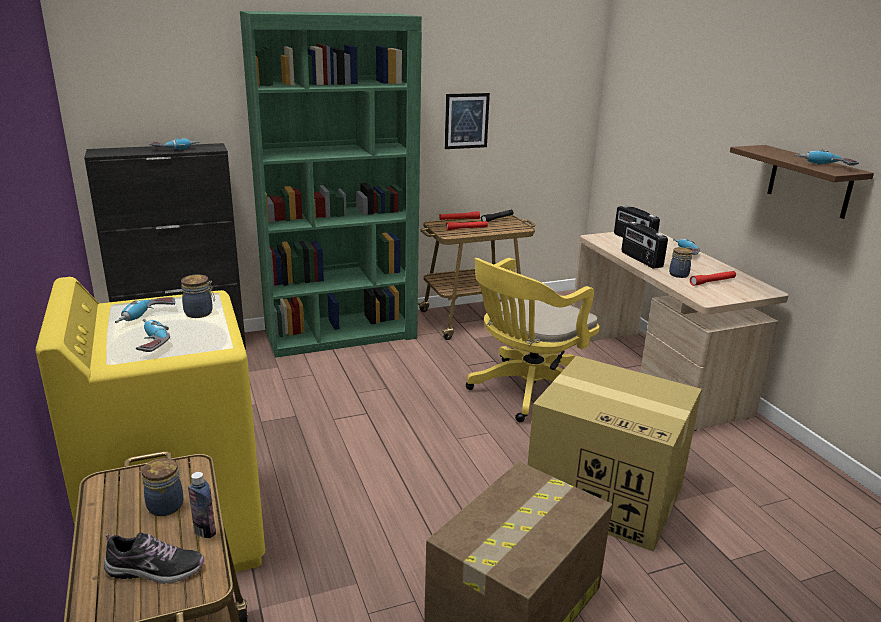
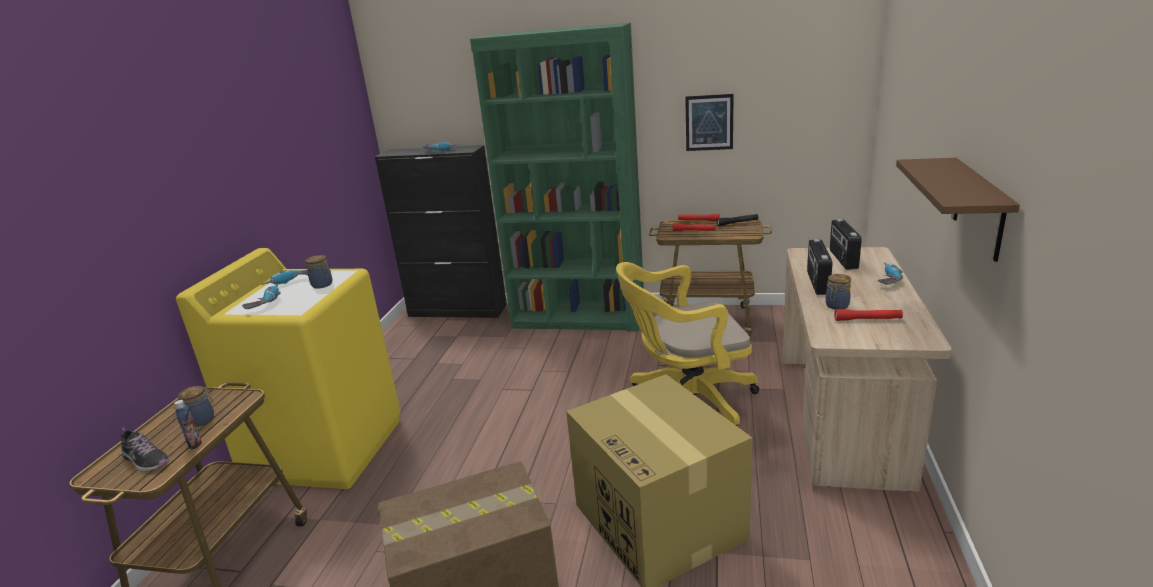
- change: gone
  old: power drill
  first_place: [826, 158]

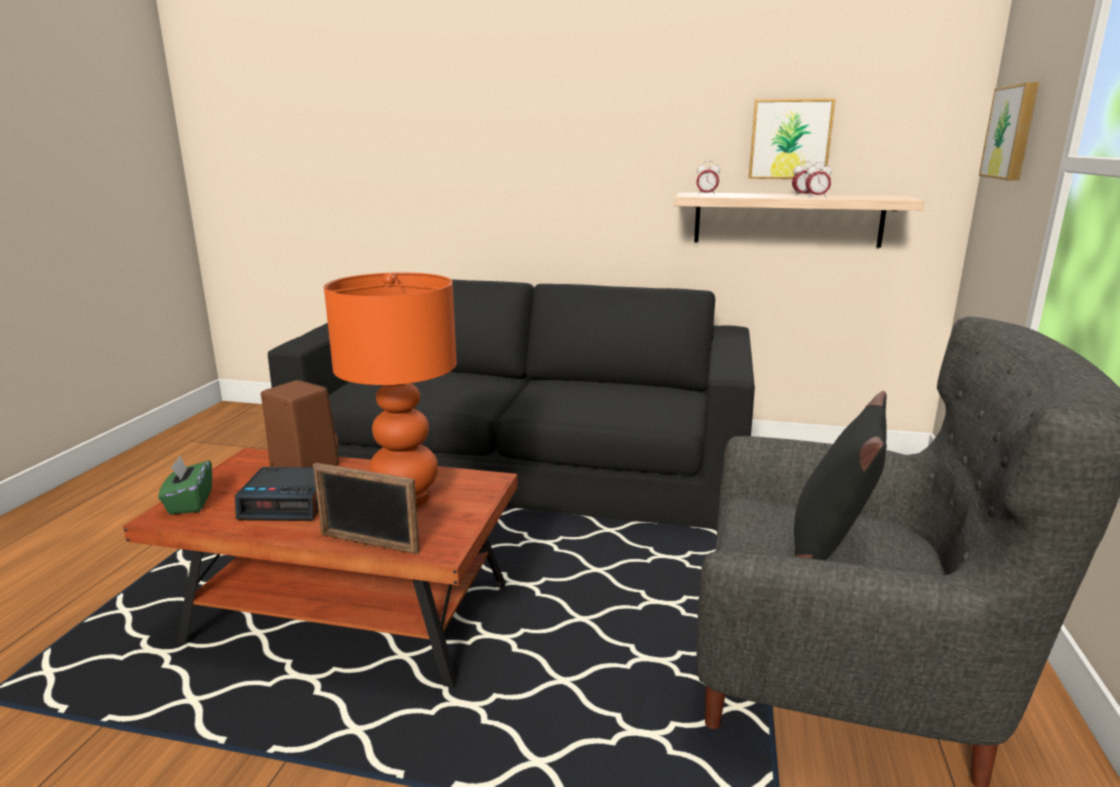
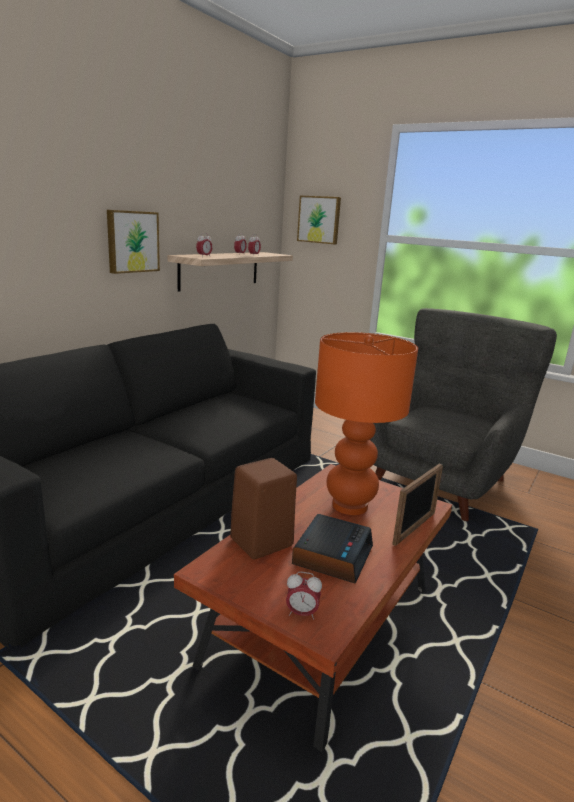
- change: swapped
  old: tissue box (green)
  new: alarm clock
  first_place: [185, 485]
  second_place: [304, 595]
- change: shifted
  old: picture
  first_place: [791, 139]
  second_place: [133, 242]
- change: gone
  old: pillow (black)
  first_place: [840, 475]

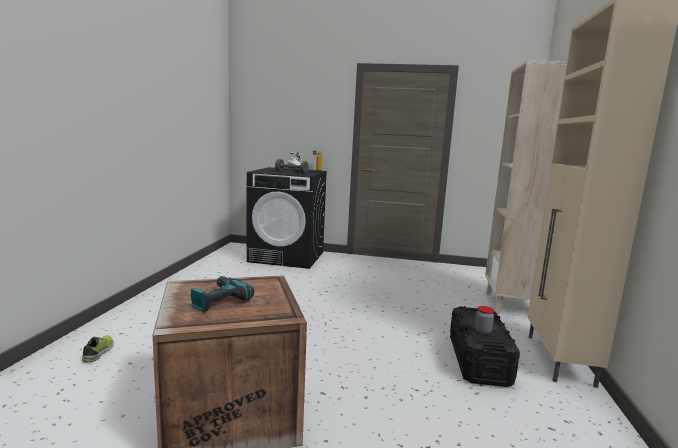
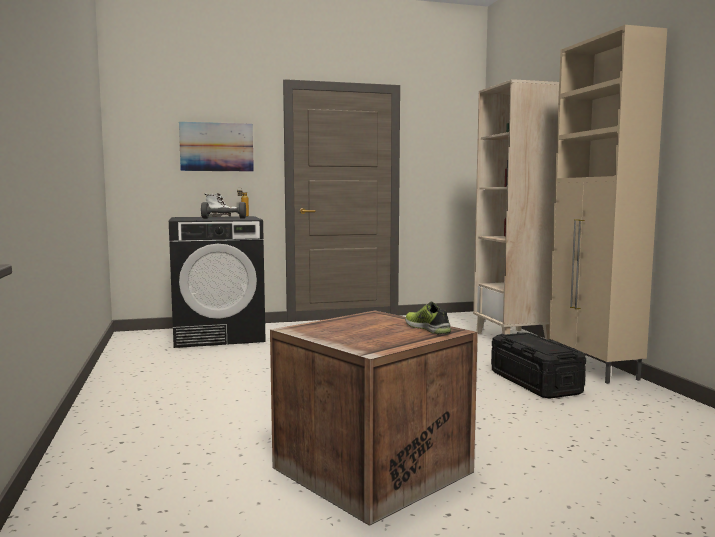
- change: shifted
  old: shoe
  first_place: [98, 349]
  second_place: [428, 318]
- change: gone
  old: power drill
  first_place: [222, 294]
- change: gone
  old: jar
  first_place: [484, 320]
- change: new
  new: picture
  second_place: [216, 146]

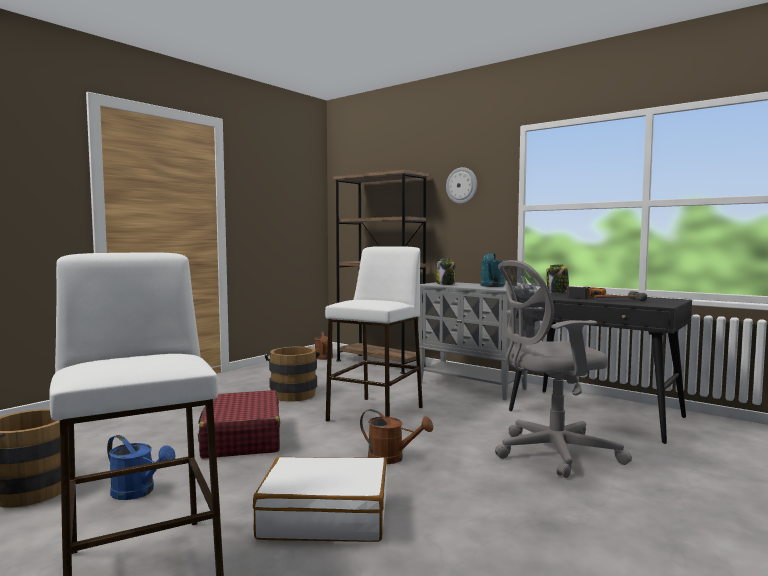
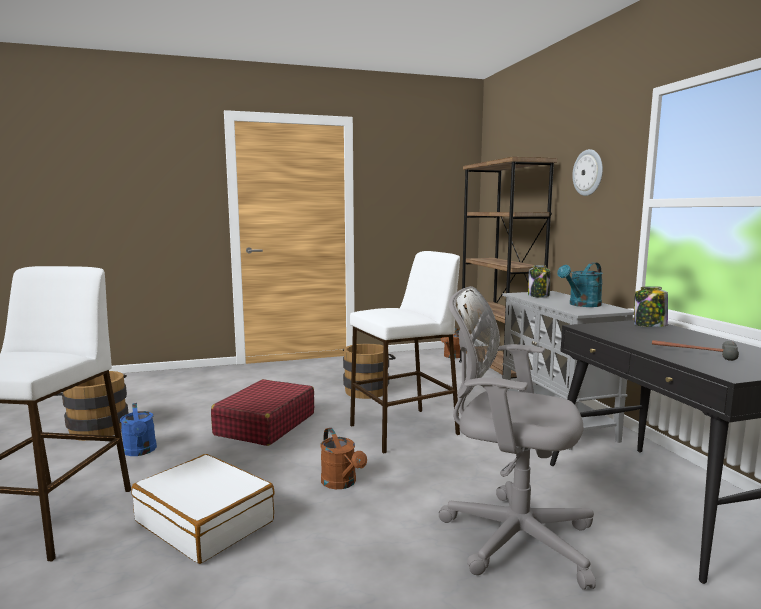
- change: gone
  old: power drill
  first_place: [586, 292]

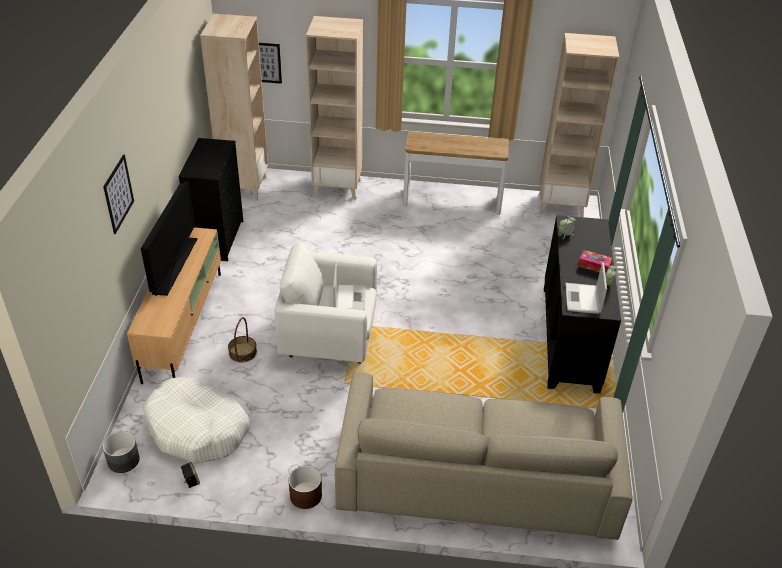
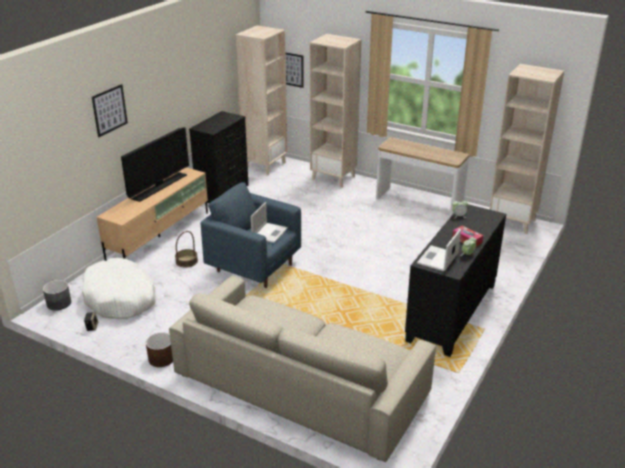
- change: repainted
  old: armchair (white)
  new: armchair (blue)
  first_place: [326, 303]
  second_place: [251, 235]

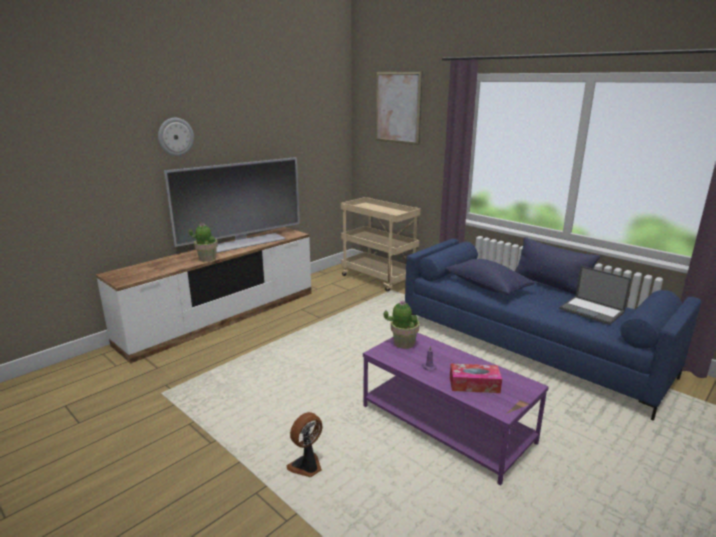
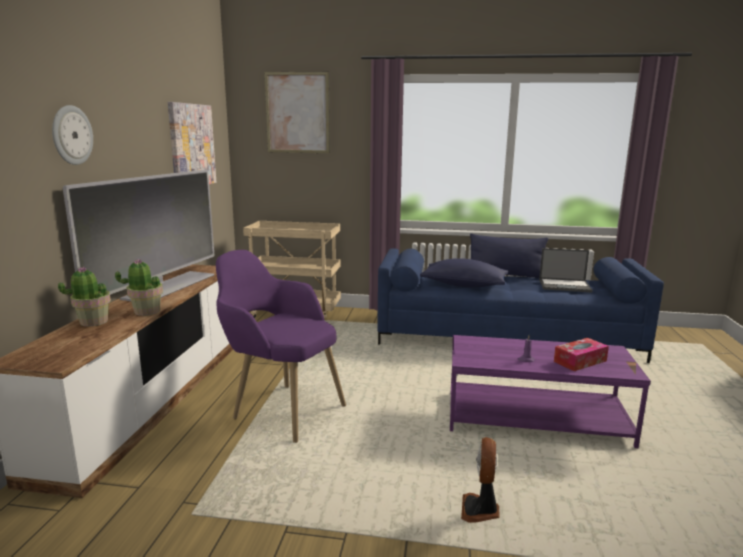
- change: shifted
  old: potted plant
  first_place: [402, 325]
  second_place: [84, 296]
- change: new
  new: picture
  second_place: [192, 143]
- change: new
  new: armchair (purple)
  second_place: [281, 346]

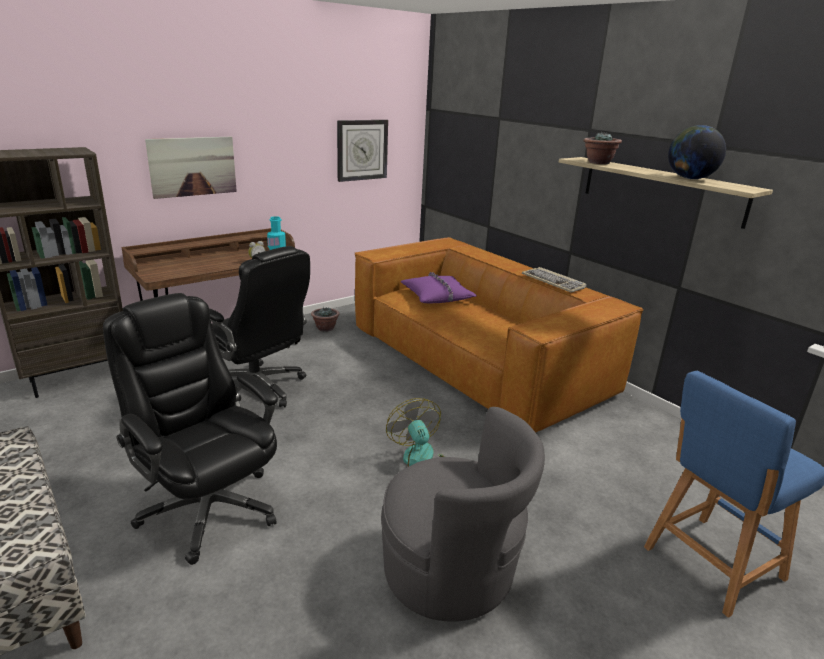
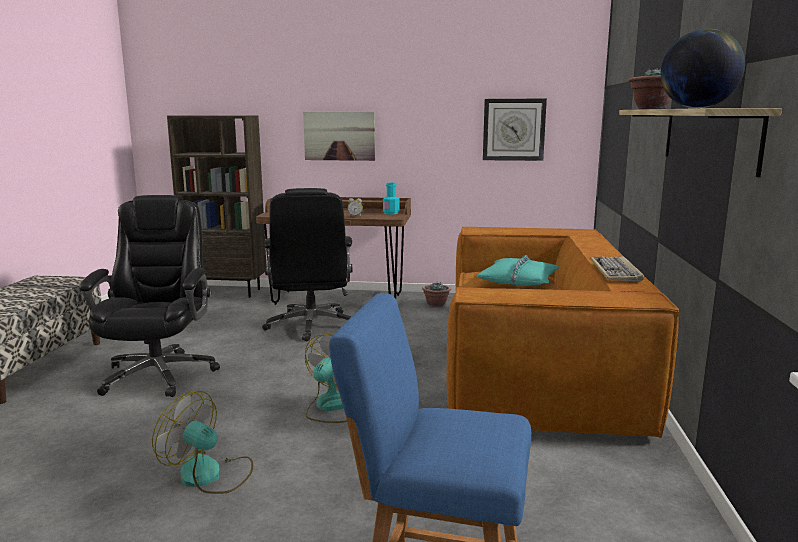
- change: swapped
  old: armchair (grey)
  new: fan
  first_place: [463, 514]
  second_place: [202, 442]
- change: repainted
  old: pillow (purple)
  new: pillow (turquoise)
  first_place: [439, 287]
  second_place: [518, 270]

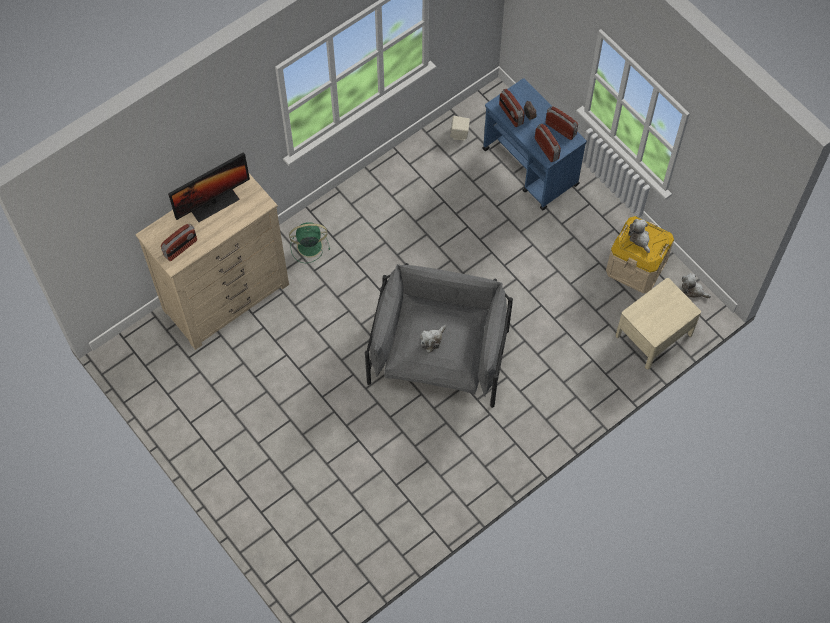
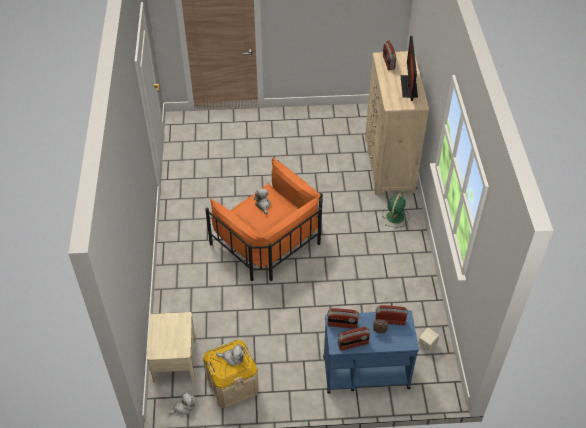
- change: repainted
  old: armchair (grey)
  new: armchair (orange)
  first_place: [439, 335]
  second_place: [264, 219]

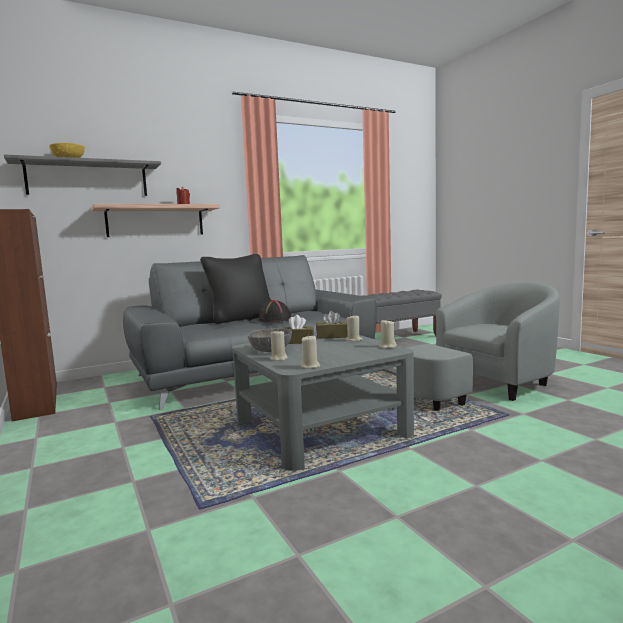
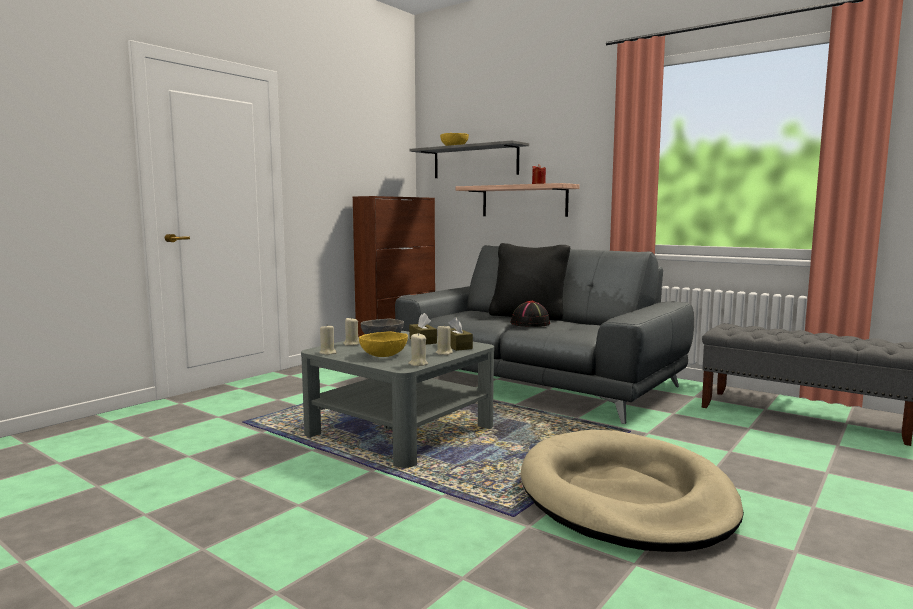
- change: swapped
  old: armchair (grey)
  new: dog bed (beige)
  first_place: [483, 346]
  second_place: [632, 490]
- change: new
  new: bowl (yellow)
  second_place: [383, 344]

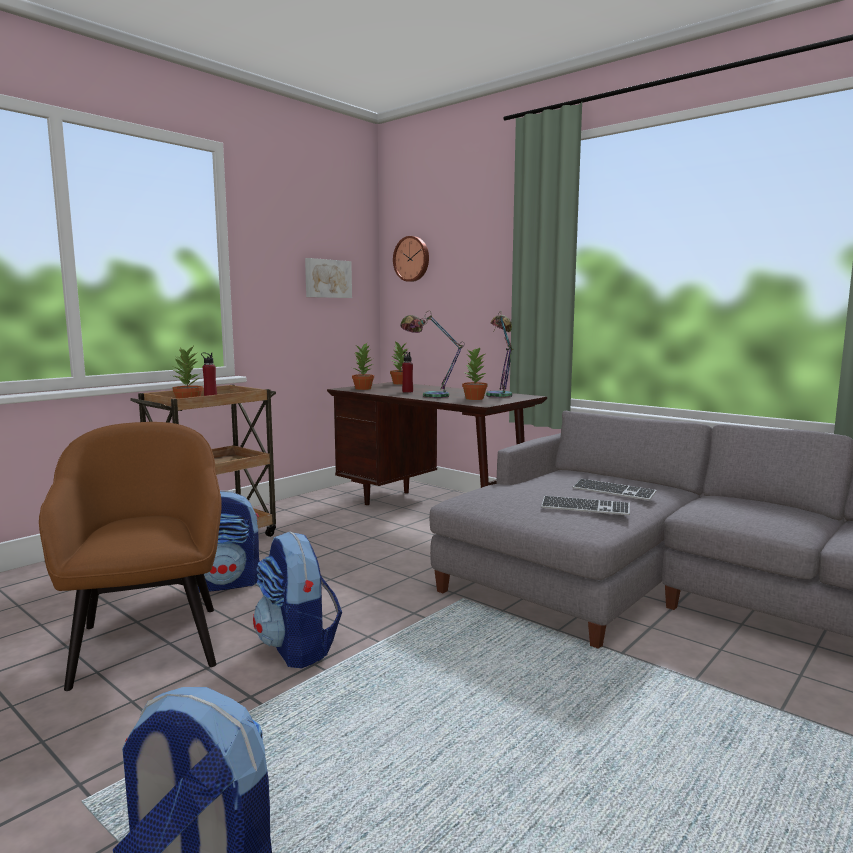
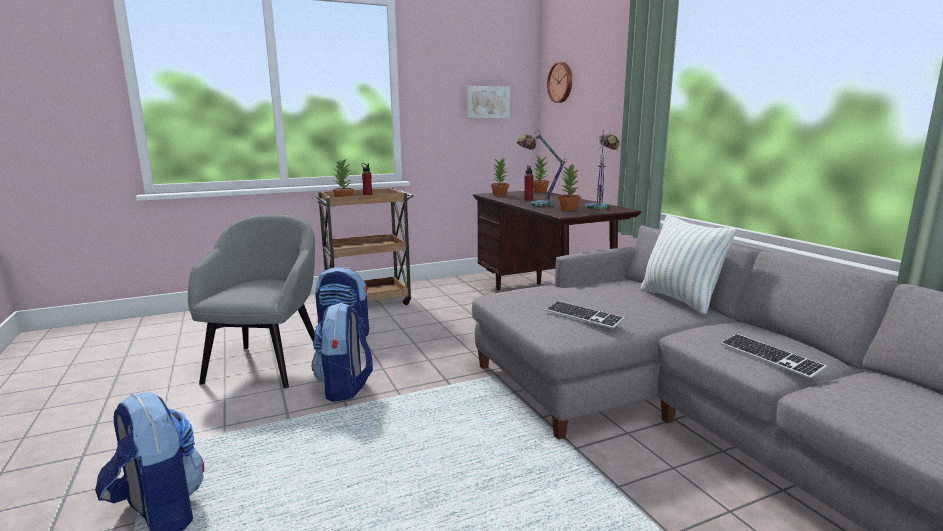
- change: repainted
  old: armchair (brown)
  new: armchair (grey)
  first_place: [130, 556]
  second_place: [251, 301]
- change: shifted
  old: keyboard
  first_place: [615, 490]
  second_place: [774, 356]
- change: new
  new: pillow
  second_place: [688, 265]

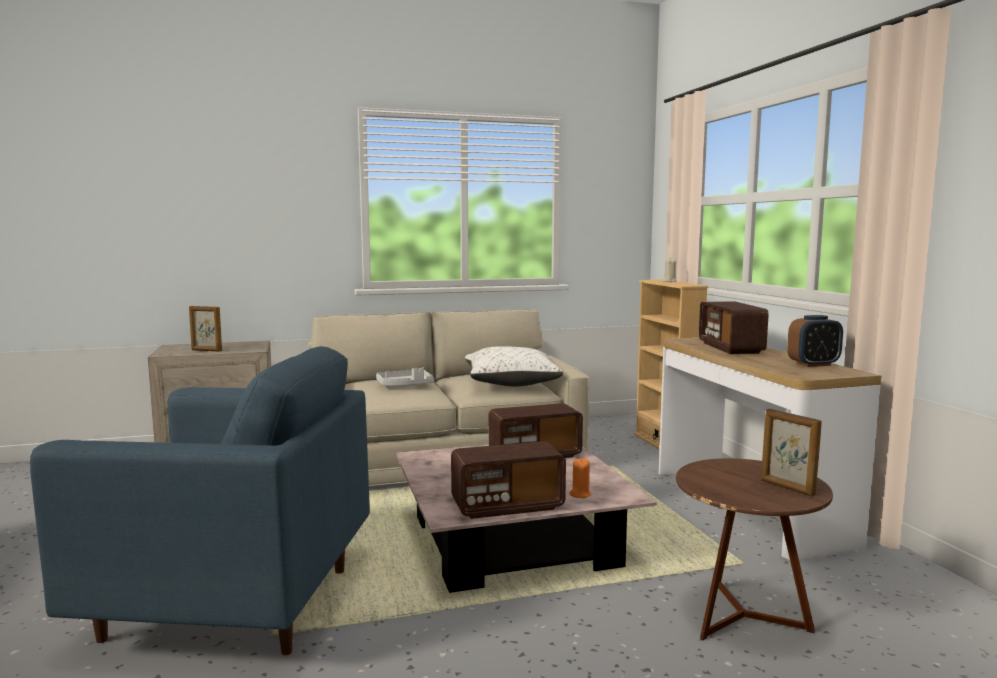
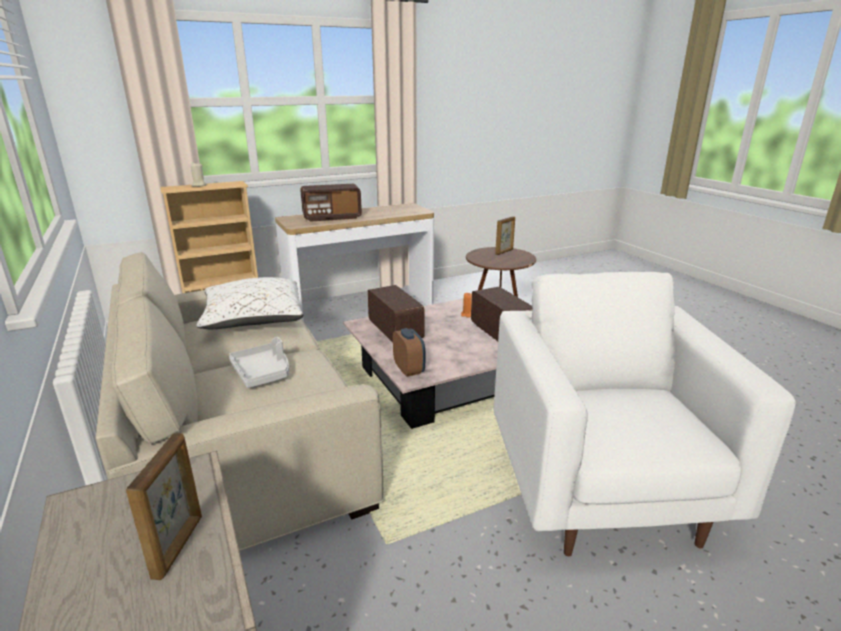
- change: repainted
  old: armchair (blue)
  new: armchair (white)
  first_place: [200, 500]
  second_place: [645, 414]
- change: shifted
  old: alarm clock
  first_place: [815, 341]
  second_place: [409, 352]

